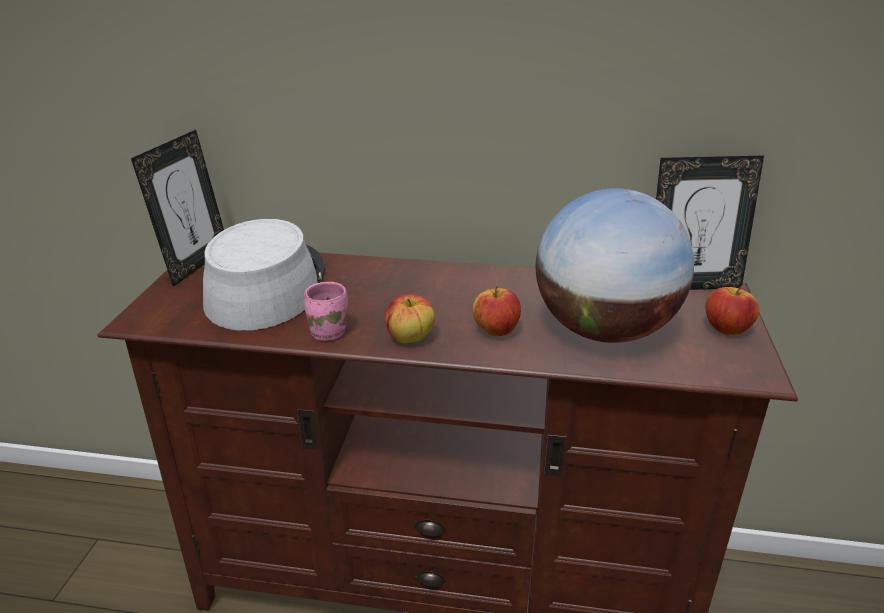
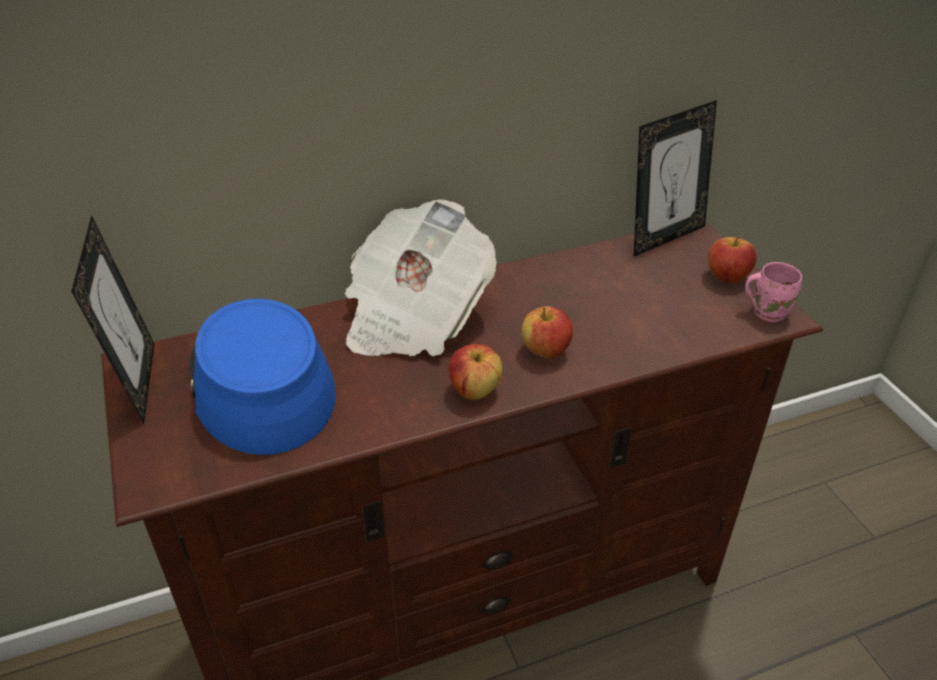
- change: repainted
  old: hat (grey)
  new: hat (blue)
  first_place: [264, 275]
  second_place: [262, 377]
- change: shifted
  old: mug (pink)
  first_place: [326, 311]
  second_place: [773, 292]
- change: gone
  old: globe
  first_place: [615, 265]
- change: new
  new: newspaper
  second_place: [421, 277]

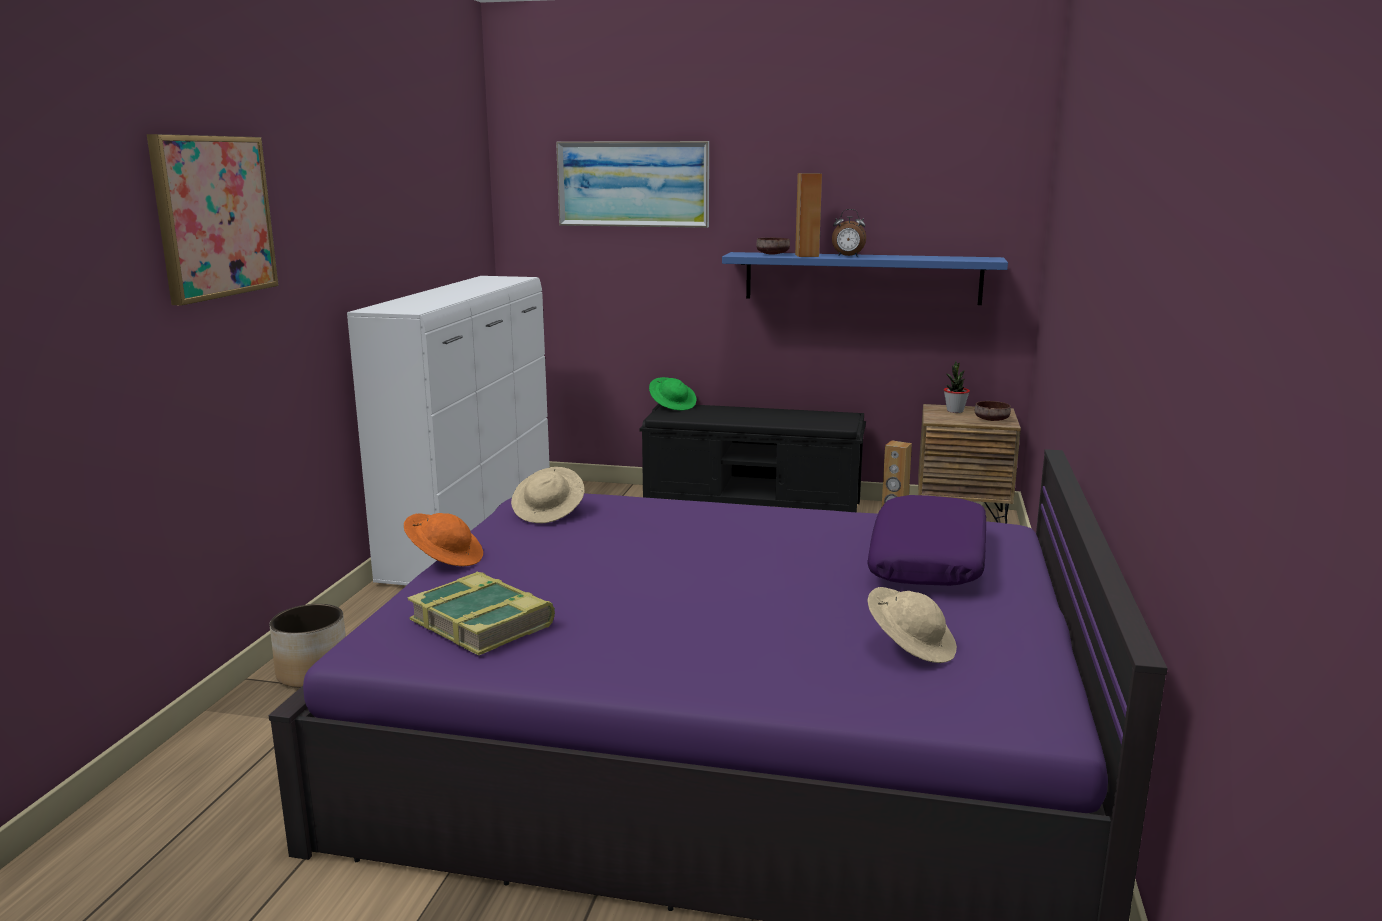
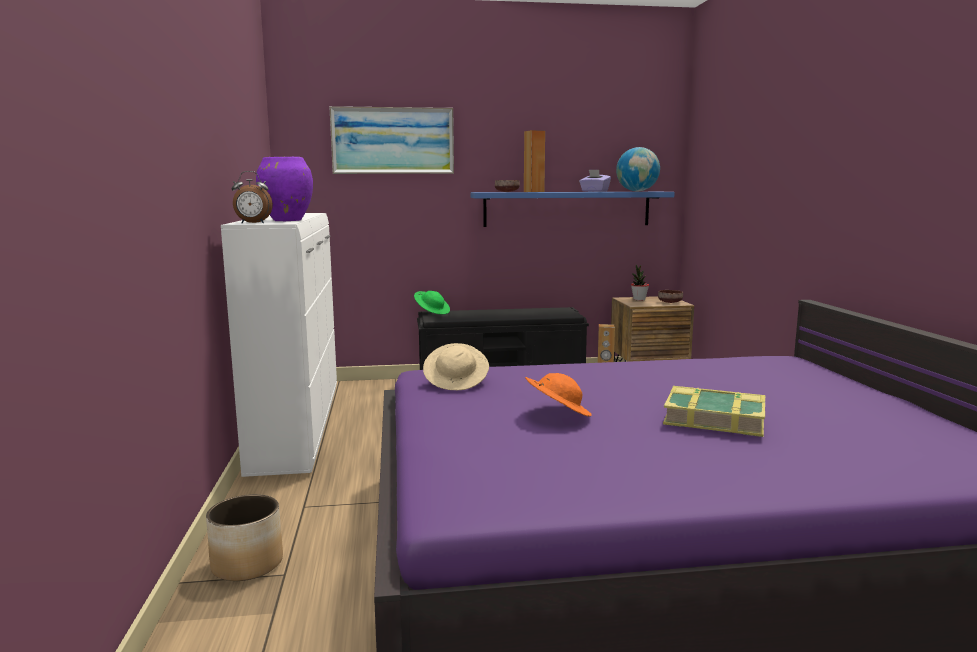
- change: gone
  old: picture
  first_place: [213, 220]
- change: shifted
  old: hat (orange)
  first_place: [443, 539]
  second_place: [558, 395]
- change: shifted
  old: book
  first_place: [481, 614]
  second_place: [714, 411]
- change: shifted
  old: alarm clock
  first_place: [849, 232]
  second_place: [252, 197]
- change: gone
  old: pillow (purple)
  first_place: [926, 540]
- change: gone
  old: hat (beige)
  first_place: [912, 625]
- change: new
  new: vase (purple)
  second_place: [284, 189]
- change: new
  new: tissue box (purple)
  second_place: [595, 181]
- change: new
  new: globe
  second_place: [638, 169]

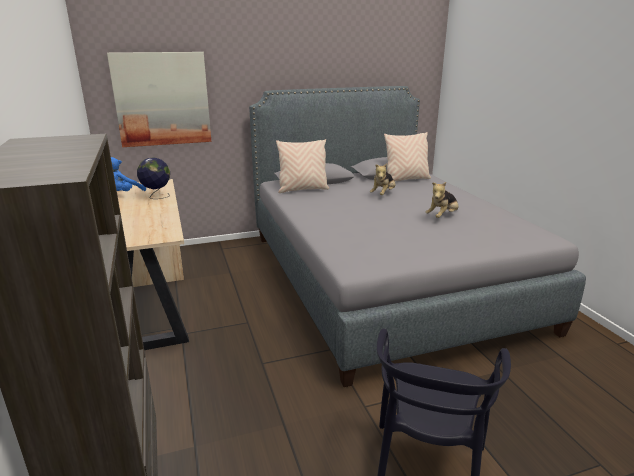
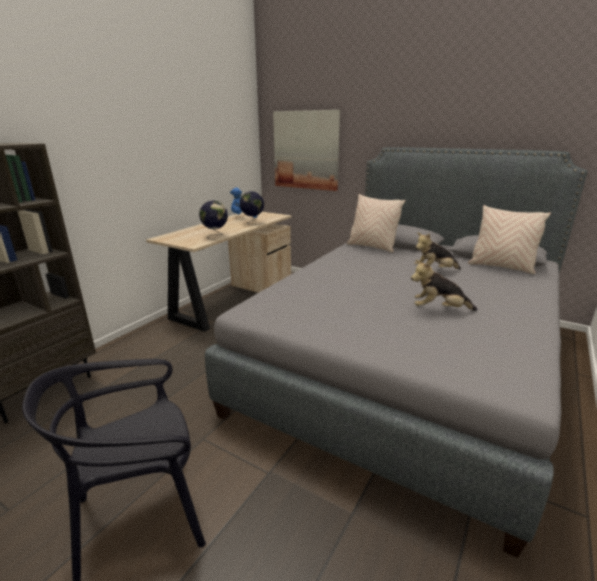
- change: new
  new: globe
  second_place: [213, 219]

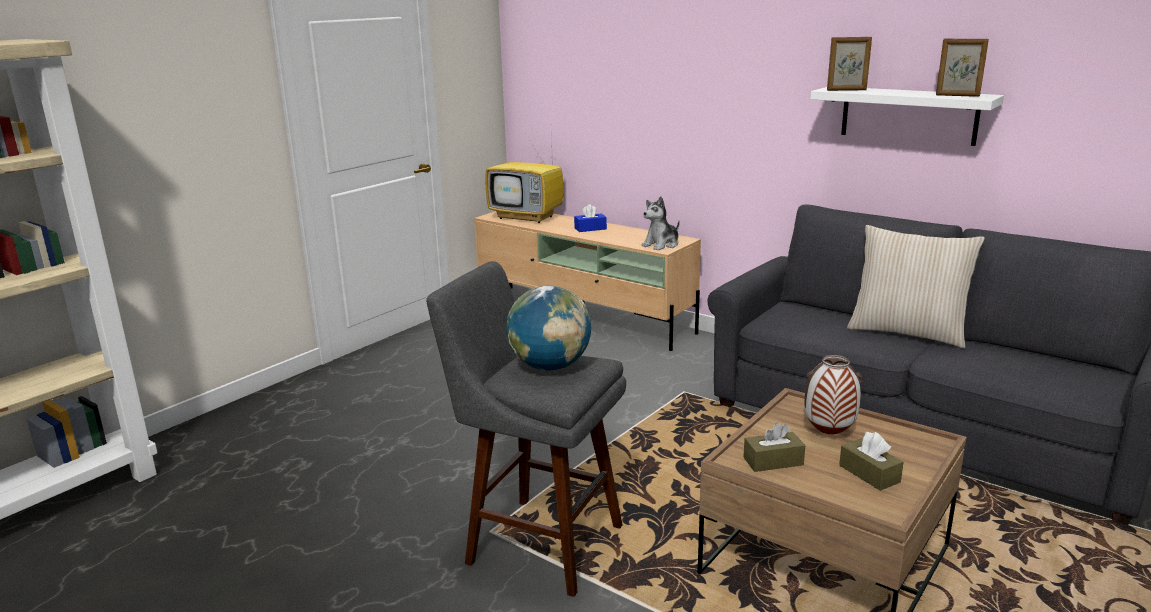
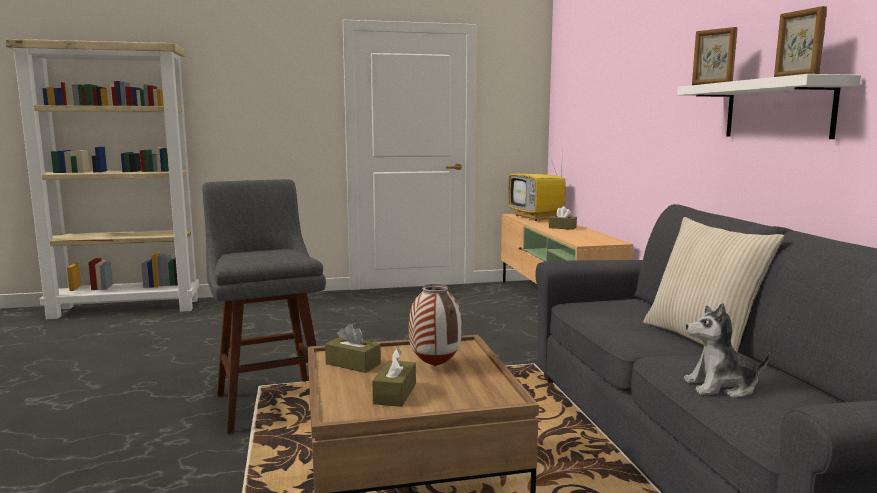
- change: gone
  old: globe
  first_place: [549, 328]
- change: repainted
  old: tissue box (blue)
  new: tissue box (brown)
  first_place: [590, 218]
  second_place: [563, 218]
- change: shifted
  old: plush toy
  first_place: [660, 223]
  second_place: [727, 350]

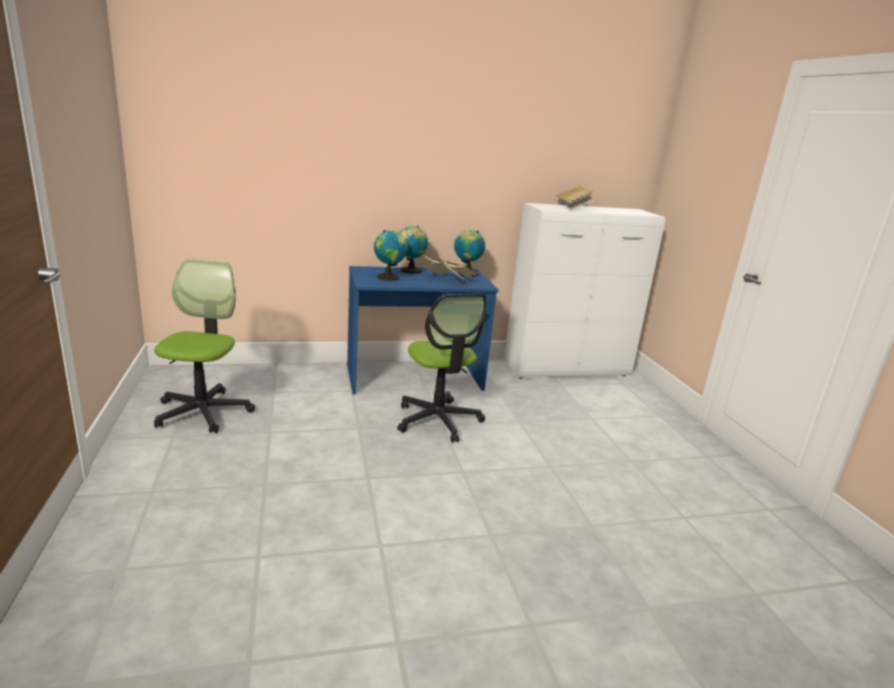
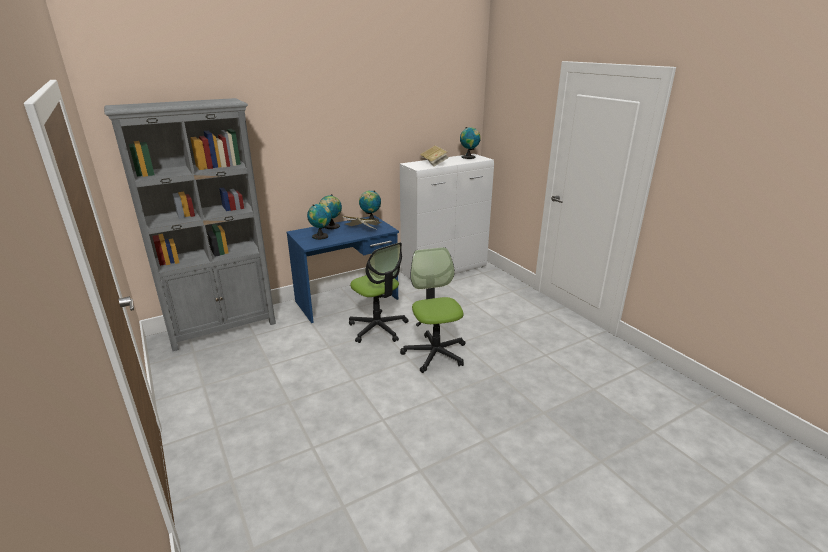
- change: shifted
  old: office chair
  first_place: [204, 346]
  second_place: [432, 310]
- change: new
  new: bookcase (grey)
  second_place: [190, 224]
- change: new
  new: globe
  second_place: [470, 143]

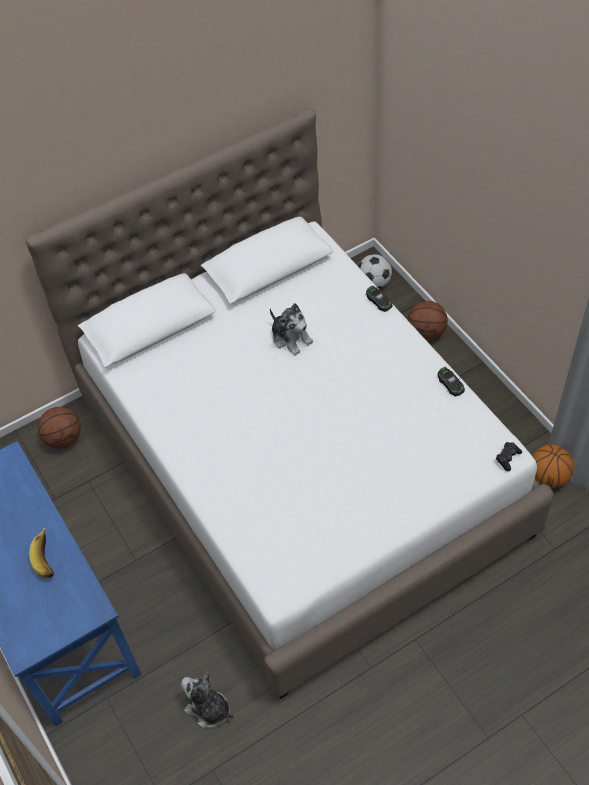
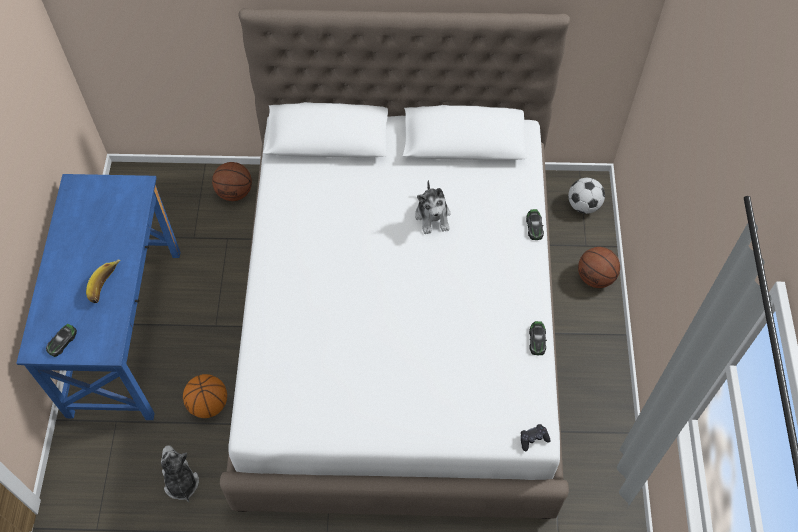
- change: shifted
  old: basketball
  first_place: [553, 466]
  second_place: [205, 396]
- change: new
  new: toy car
  second_place: [61, 340]

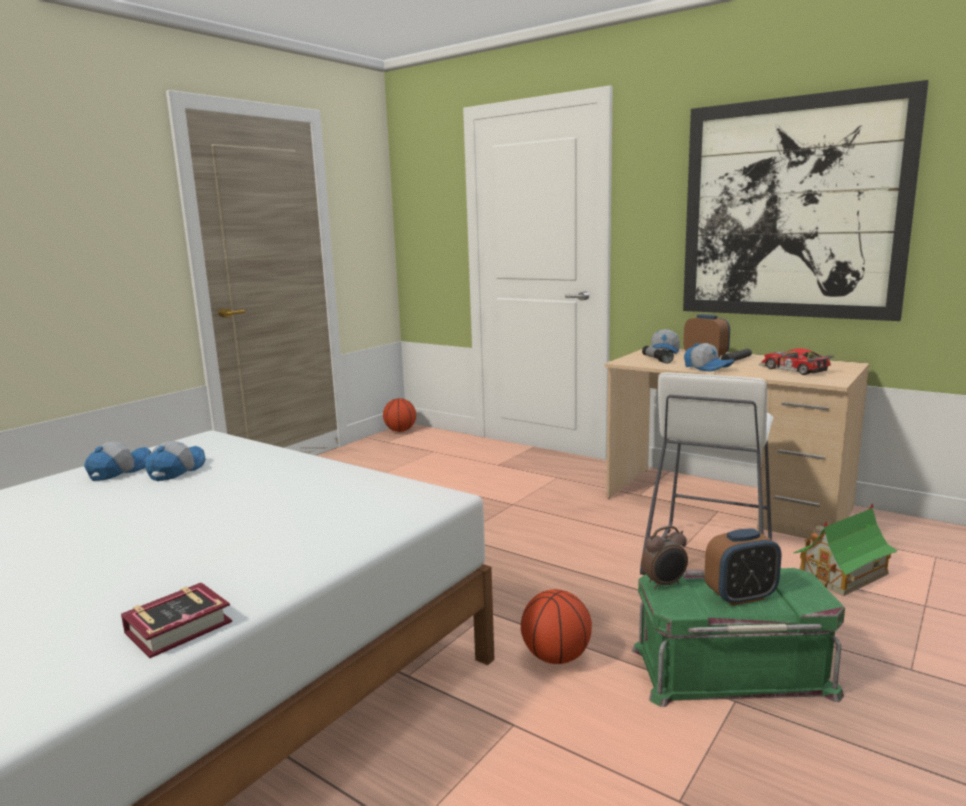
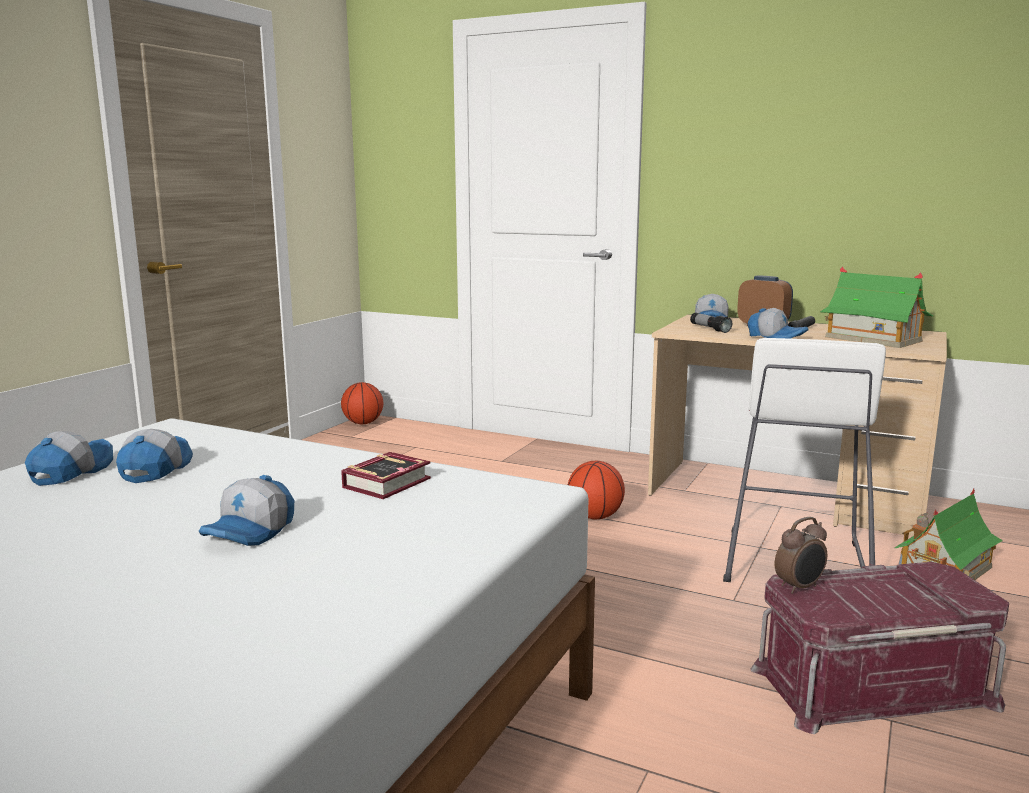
- change: shifted
  old: book
  first_place: [176, 620]
  second_place: [386, 475]
- change: shifted
  old: basketball
  first_place: [556, 626]
  second_place: [596, 490]
- change: repainted
  old: storage box (green)
  new: storage box (red)
  first_place: [738, 637]
  second_place: [879, 648]
- change: gone
  old: picture
  first_place: [806, 200]
- change: gone
  old: alarm clock
  first_place: [742, 567]
- change: swapped
  old: toy car
  new: toy house
  first_place: [796, 361]
  second_place: [876, 307]
- change: new
  new: cap
  second_place: [246, 510]

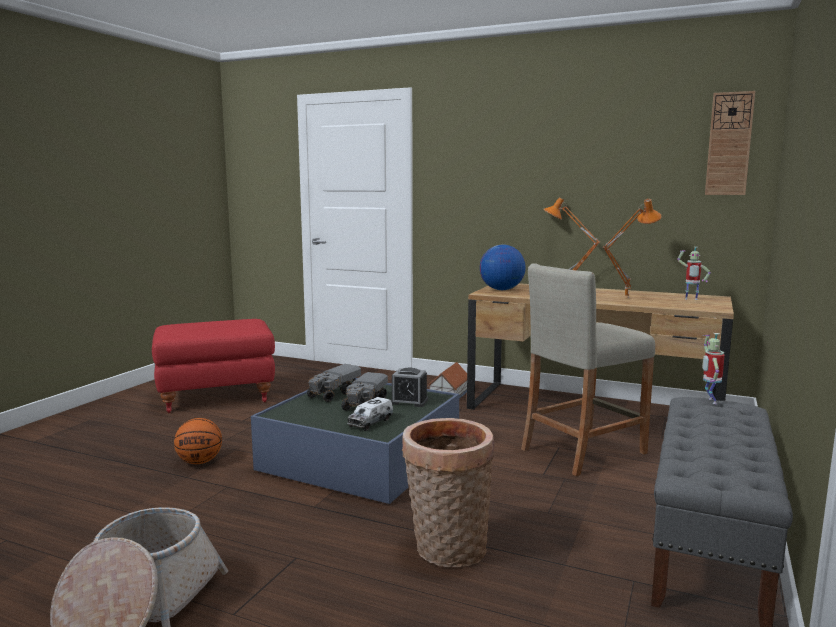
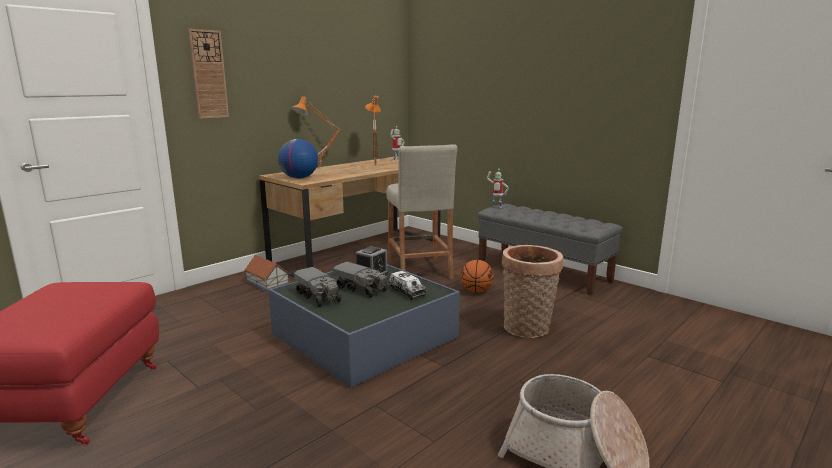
- change: shifted
  old: basketball
  first_place: [198, 441]
  second_place: [477, 276]
- change: shifted
  old: wall clock
  first_place: [730, 143]
  second_place: [208, 74]

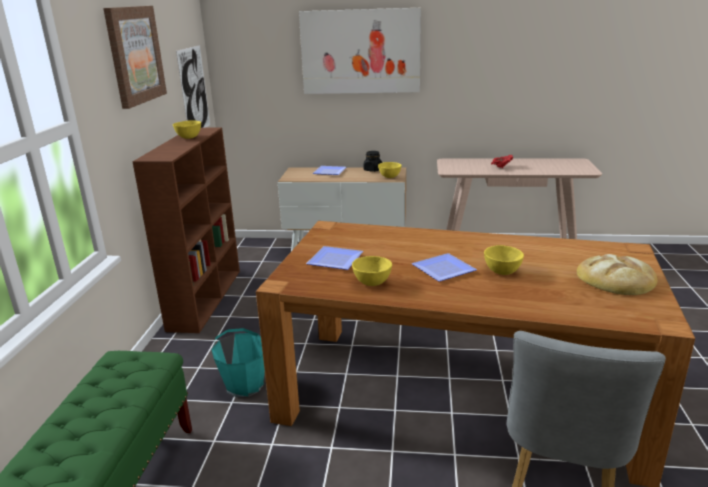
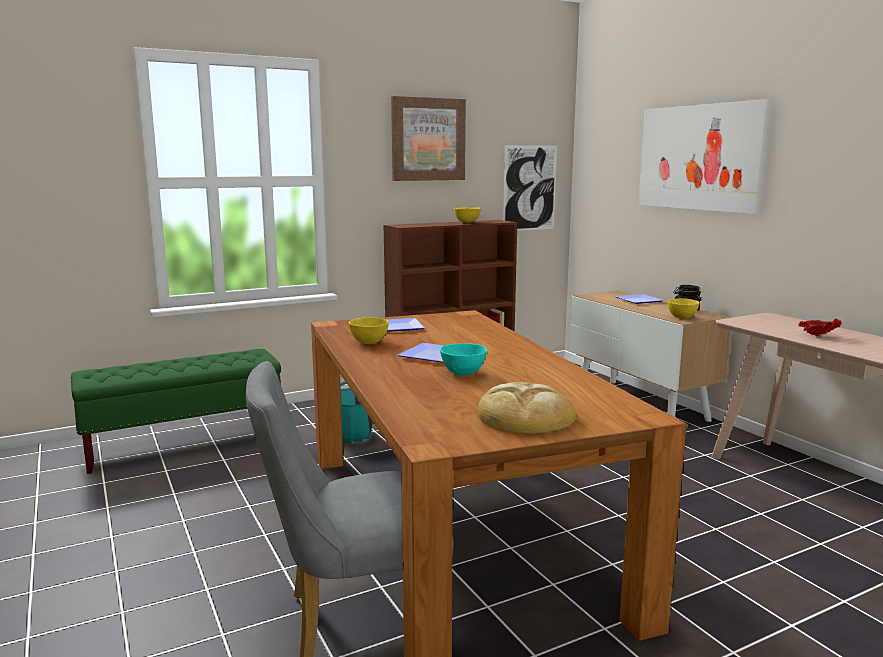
- change: repainted
  old: bowl (yellow)
  new: bowl (turquoise)
  first_place: [504, 260]
  second_place: [463, 359]

